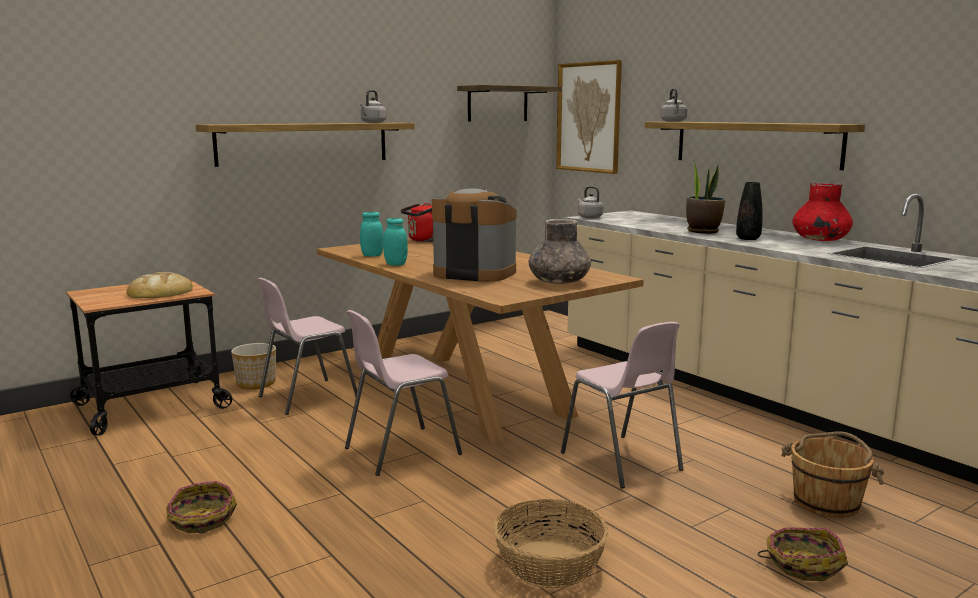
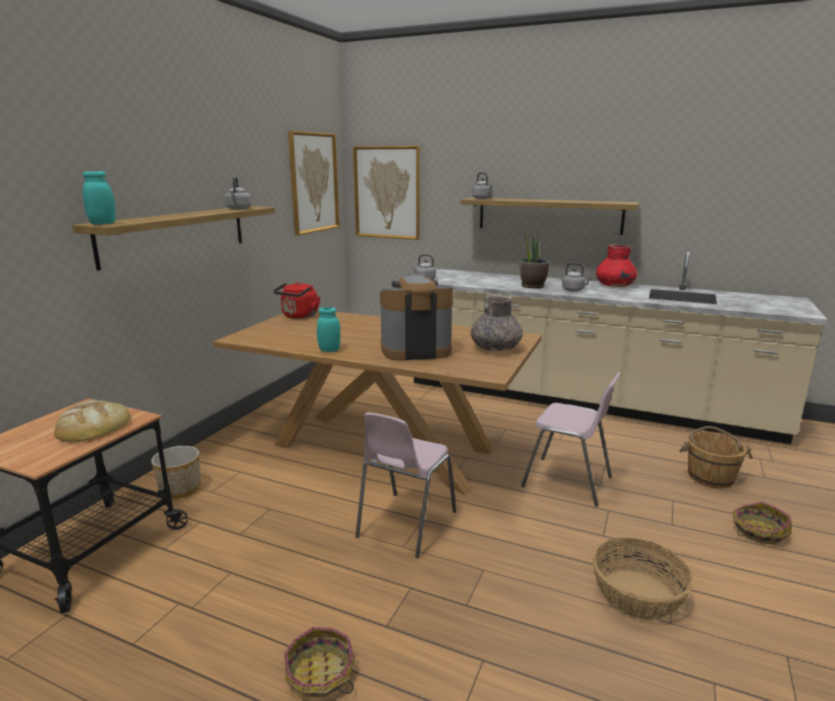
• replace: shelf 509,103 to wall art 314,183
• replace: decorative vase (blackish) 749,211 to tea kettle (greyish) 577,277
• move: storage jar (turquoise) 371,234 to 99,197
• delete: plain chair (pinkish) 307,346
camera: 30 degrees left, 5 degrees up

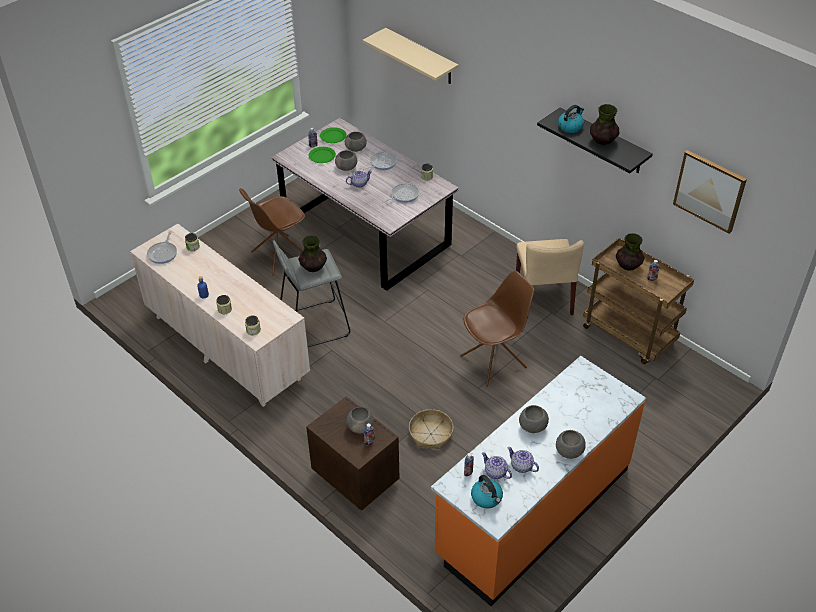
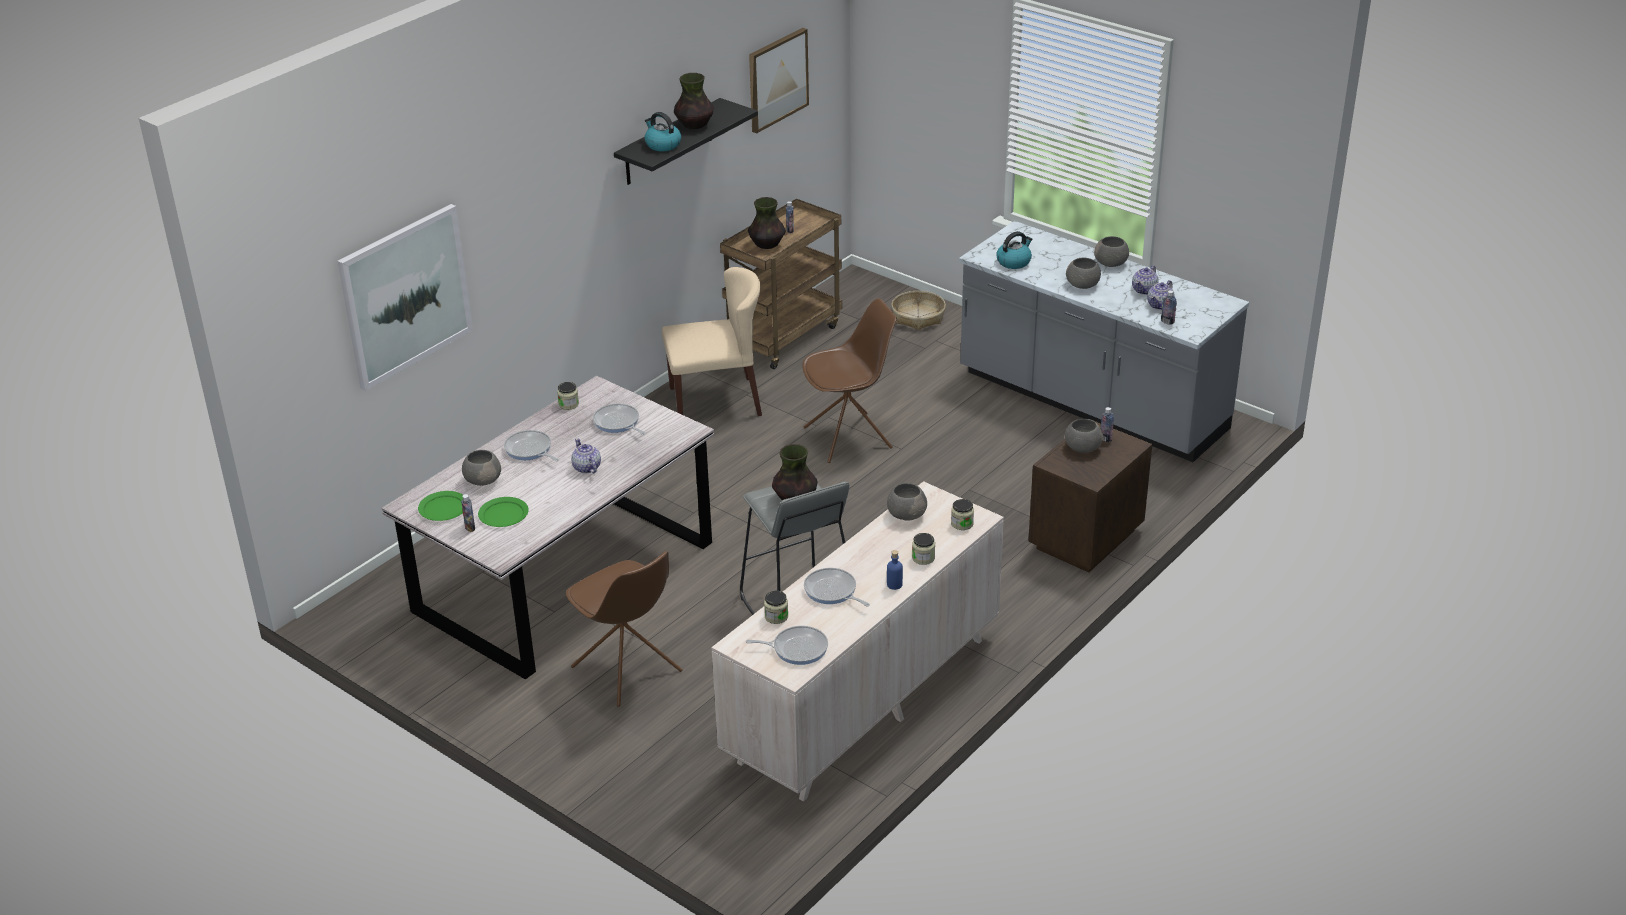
• replace: shelf (sand-coloured) 410,56 to wall art 405,297
• move: deep dish (greyish) 346,160 to 907,502
• rotate: plain chair (brownish) 497,329 = 849,381 105 degrees clockwise
• recolor: kitchen base unit (orangey) 538,481 to kitchen base unit (greyish) 1104,341
• move: storage basket 431,429 to 918,310
• move: tea kettle 487,492 to 1014,250
• insert: skillet 837,587
camera: 95 degrees left, 10 degrees down

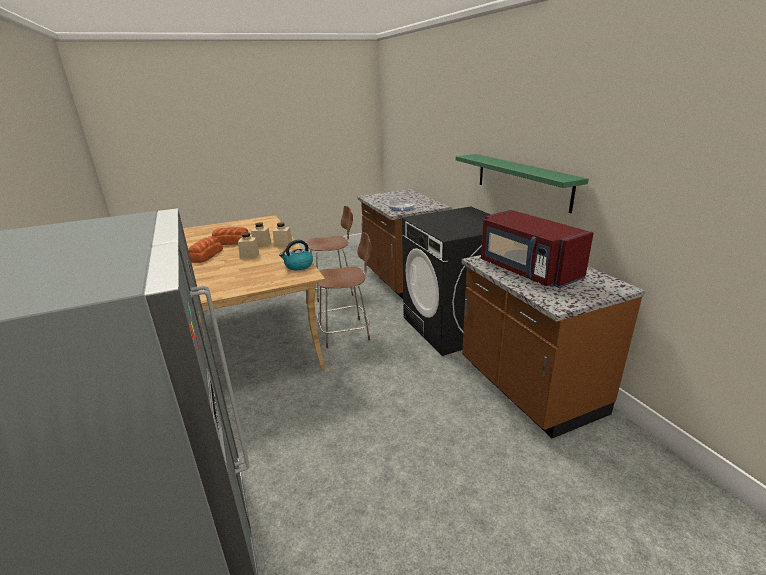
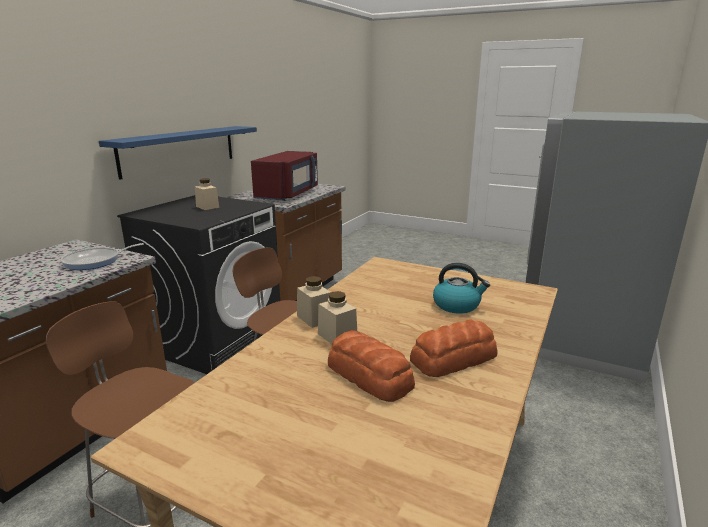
• recolor: shelf (green-coloured) 522,183 to shelf (bluish) 178,153
• move: storage jar (sand-coloured) 248,245 to 207,194
• move: tea kettle 296,255 to 461,288
camera: 130 degrees left, 5 degrees down

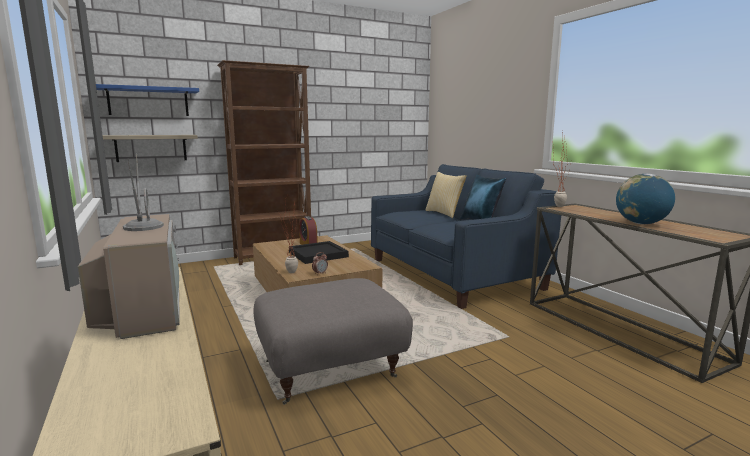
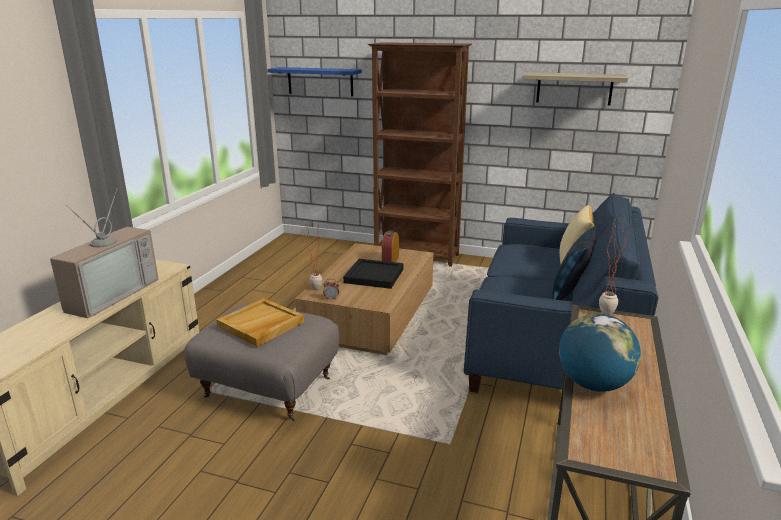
• move: shelf 150,148 to 576,88
• insert: carrying tray (sand-coloured) 260,322
camera: 45 degrees right, 10 degrees up

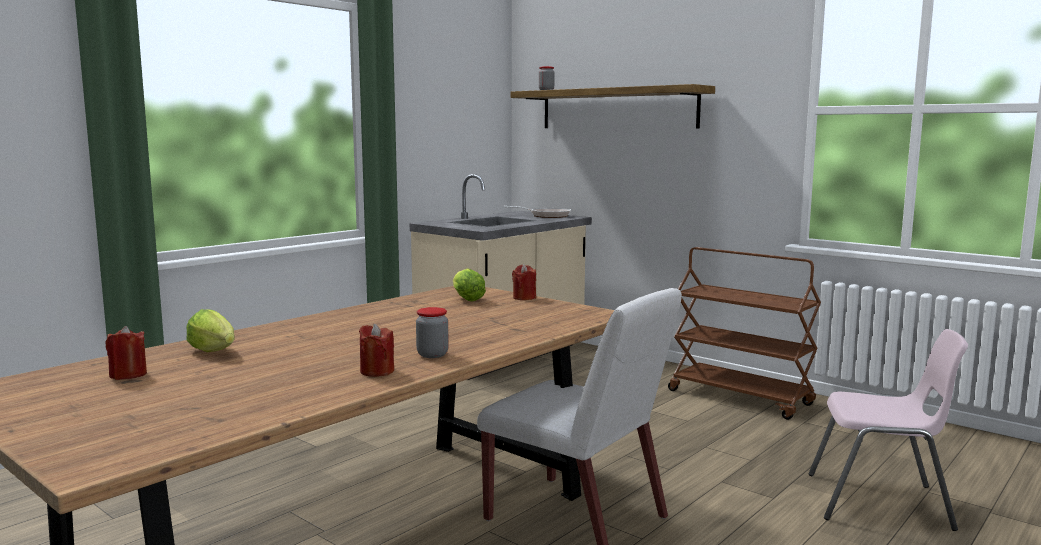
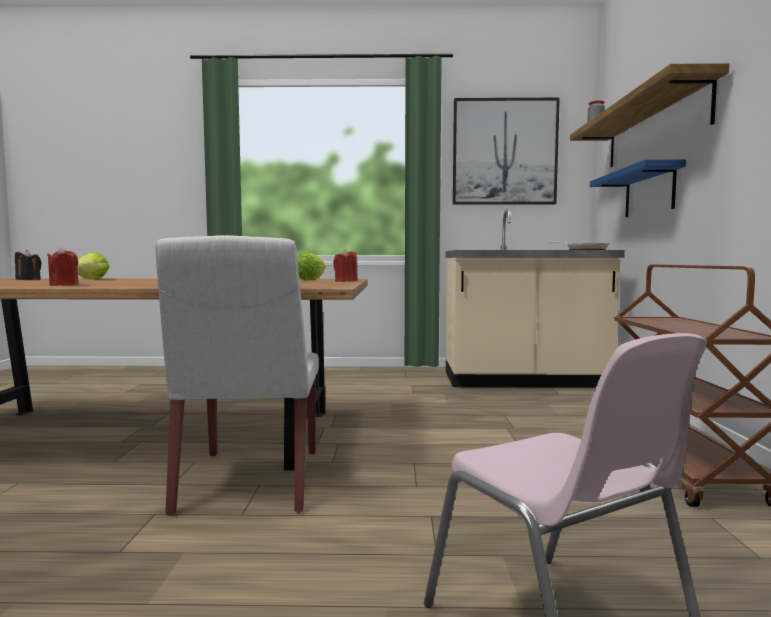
• delete: storage jar 432,332
• recolor: candle (reddish) 126,353 to candle (blackish) 28,265
• insert: wall art 506,151
• insert: shelf (bluish) 638,188
camera: 50 degrees right, 5 degrees down

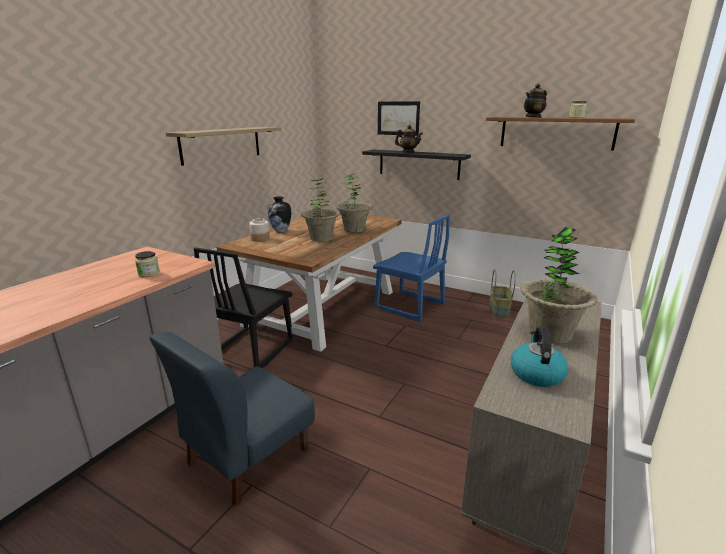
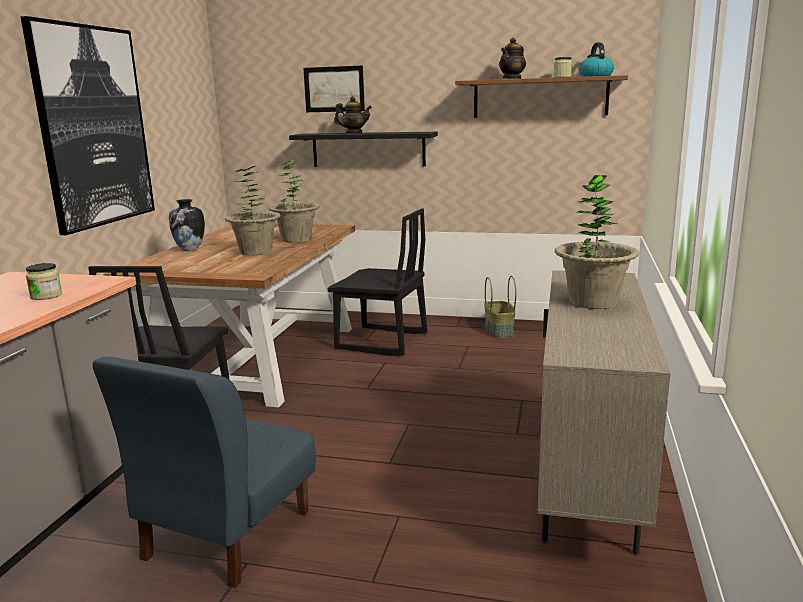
• replace: shelf 223,146 to wall art 88,125
• recolor: plain chair (bluish) 411,267 to plain chair (blackish) 377,282
• delete: storage jar 259,230
• move: tea kettle 539,357 to 597,59
camera: 15 degrees left, 5 degrees down

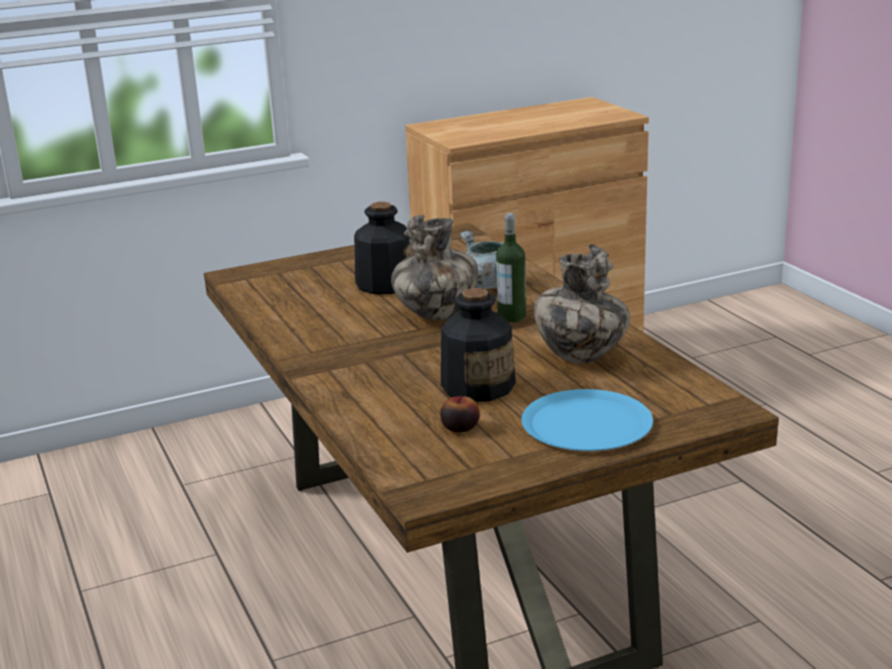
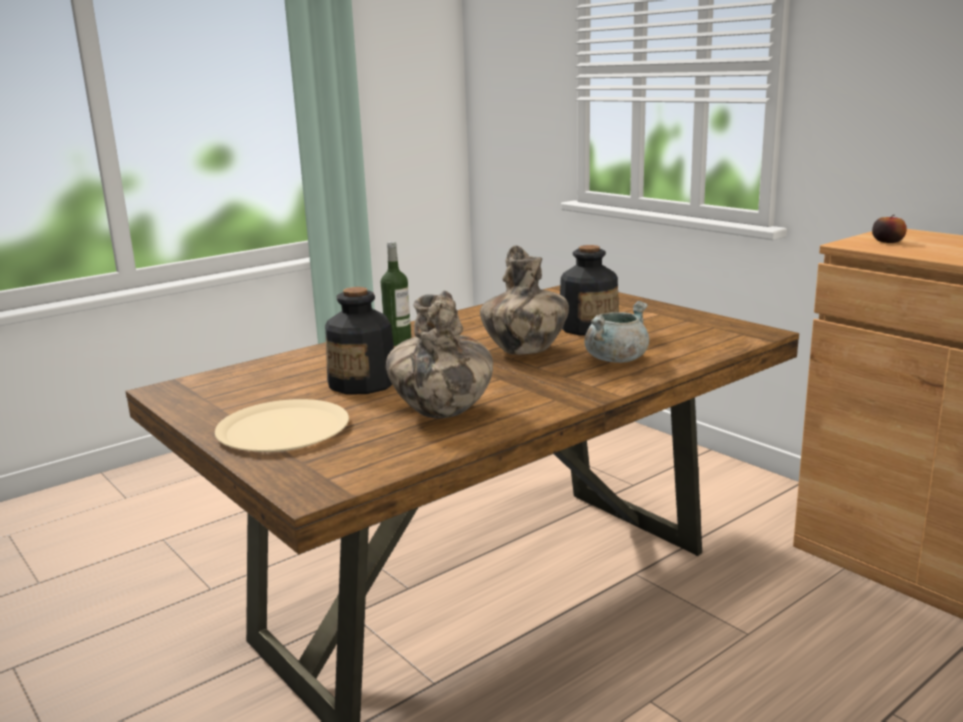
• move: drink bottle 511,267 to 396,293
• recolor: plate (bluish) 587,420 to plate (sand-coloured) 282,425
• move: apple 460,414 to 889,229
camera: 75 degrees right, 5 degrees down

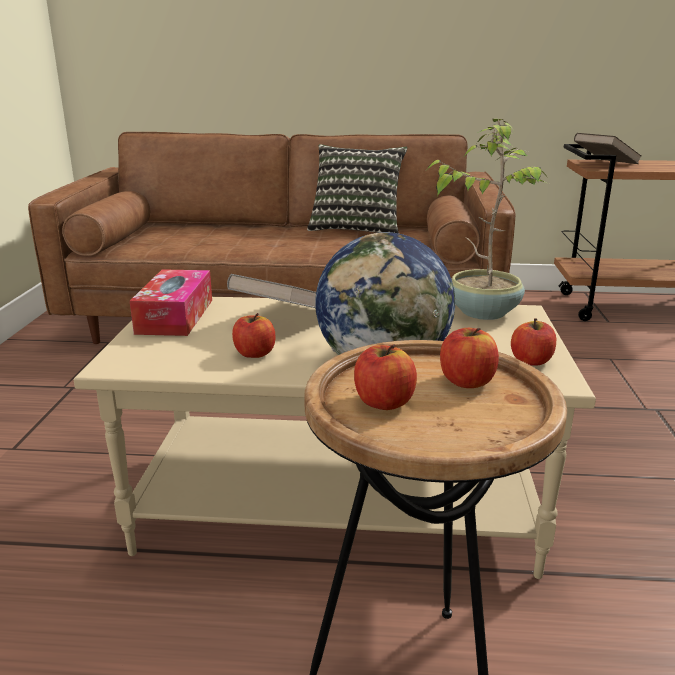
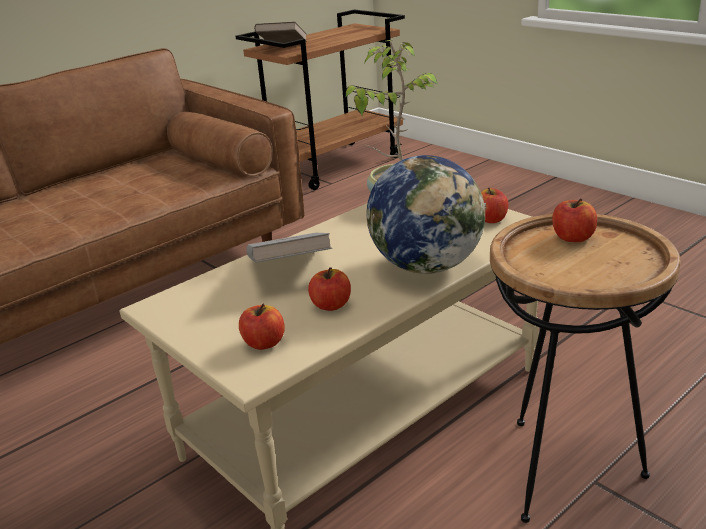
• delete: cushion 357,189
• delete: tissue holder 171,302
• move: apple 385,377 to 262,327
camera: 45 degrees left, 5 degrees up

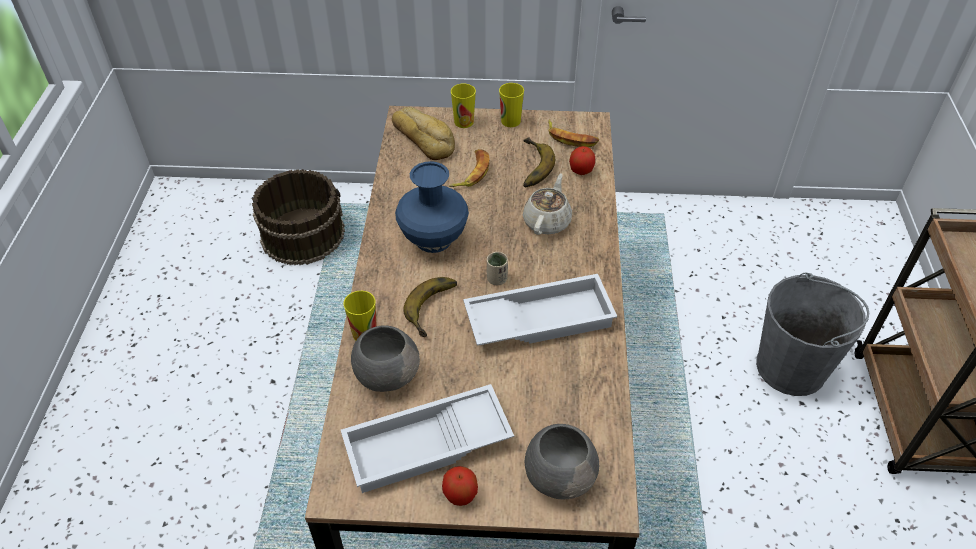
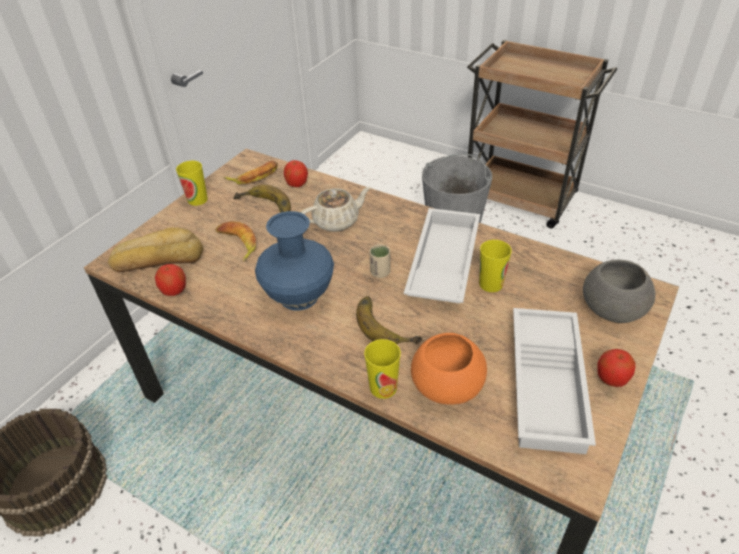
• move: small cup 463,105 to 495,266
• rotate: tea pot (sand-coloured) 547,204 = 336,209 105 degrees clockwise
• recolor: deep dish (greyish) 385,358 to deep dish (orangey) 449,369
• insert: apple 170,280
camera: 60 degrees left, 5 degrees down

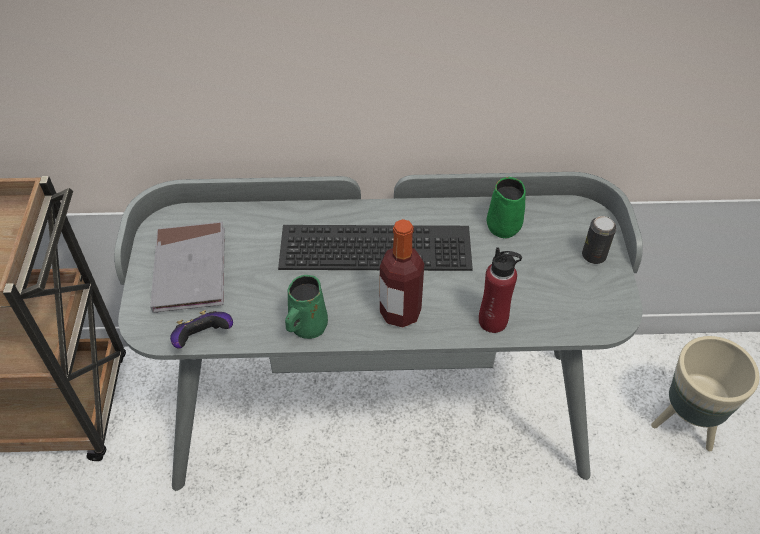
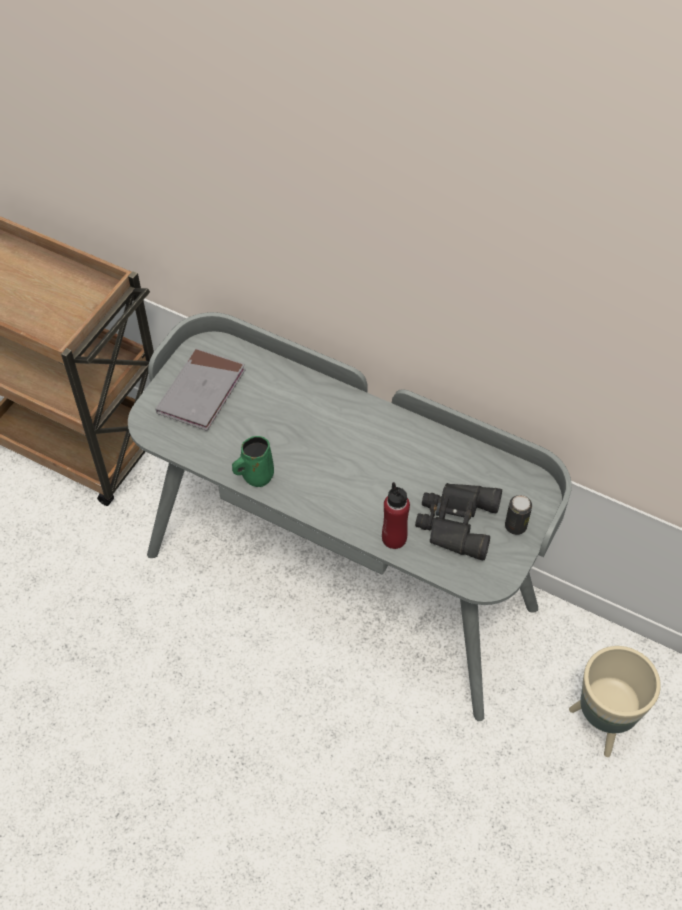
• delete: mug (green-coloured) 506,207
• delete: drink bottle 402,273
• delete: PC keyboard 375,248
• delete: joypad 201,329
• insert: pair of binoculars (blackish) 458,521
camera: 30 degrees right, 5 degrees up

